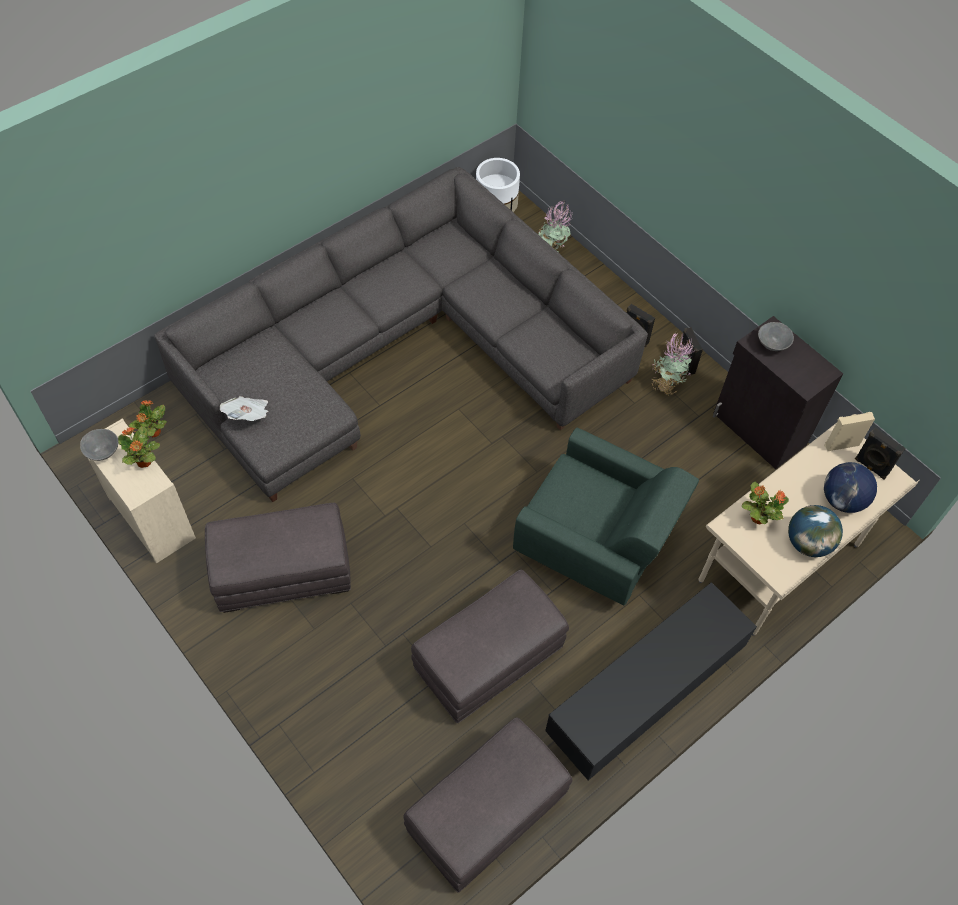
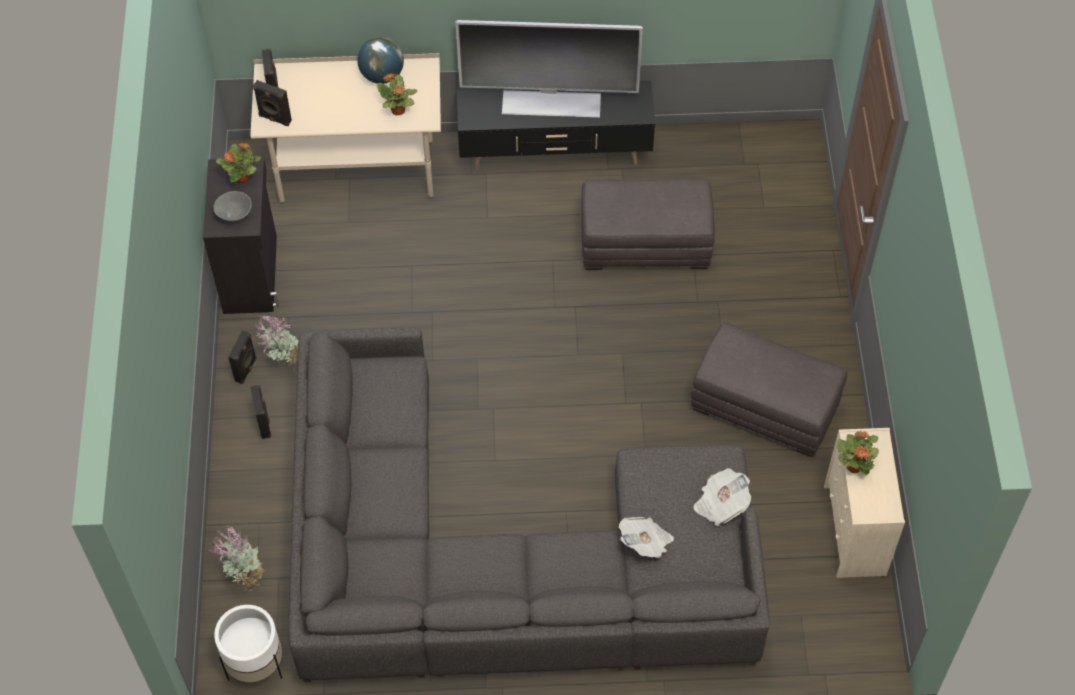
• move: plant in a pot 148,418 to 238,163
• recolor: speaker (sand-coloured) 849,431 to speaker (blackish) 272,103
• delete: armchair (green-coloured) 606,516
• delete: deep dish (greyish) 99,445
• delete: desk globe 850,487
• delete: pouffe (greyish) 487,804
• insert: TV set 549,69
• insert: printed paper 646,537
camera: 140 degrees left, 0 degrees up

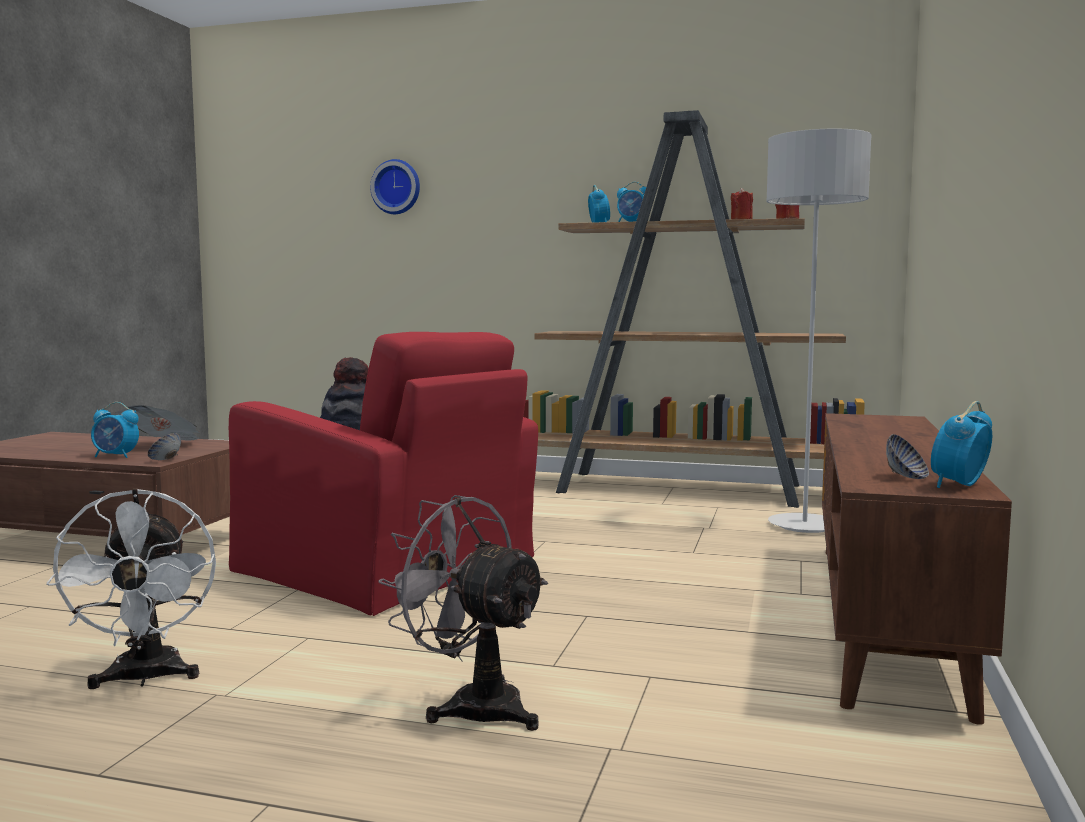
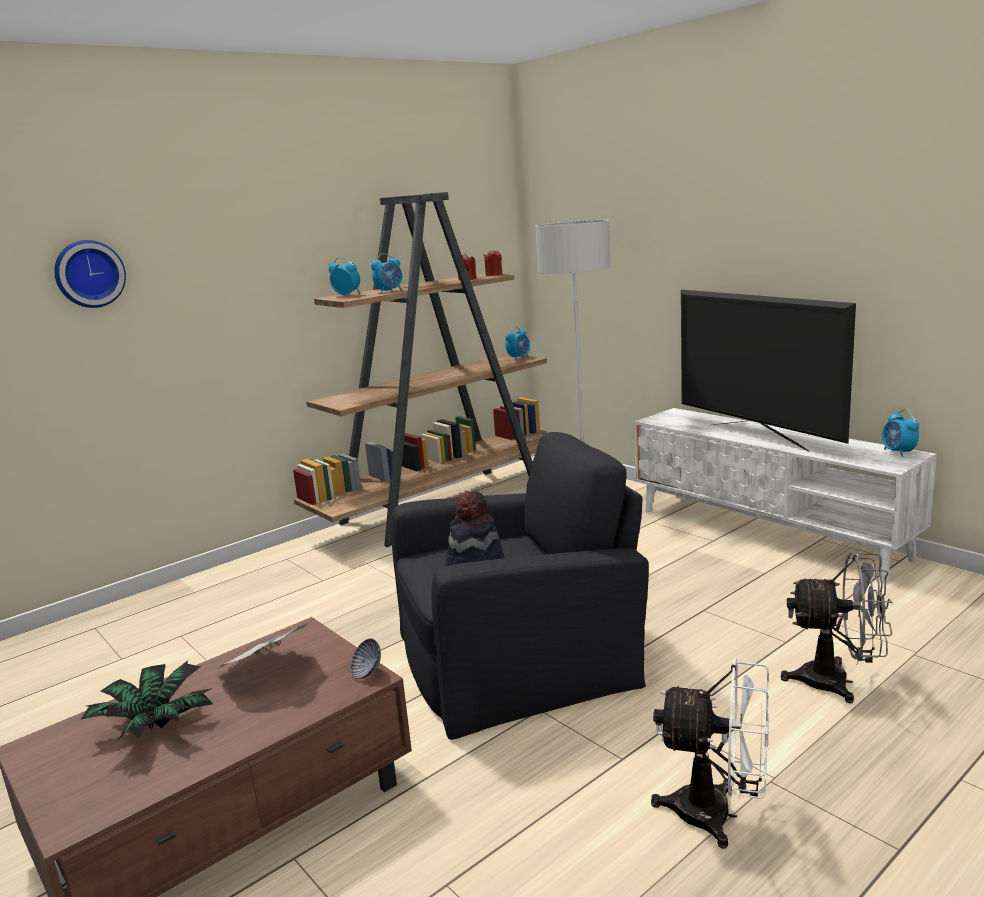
• recolor: armchair (reddish) 383,474 to armchair (blackish) 520,586
• move: alarm clock 115,430 to 517,343
• recolor: tv stand (brownish) 917,569 to tv stand (white) 785,495
• delete: deep dish 907,456
• rotate: cooling fan (greyish) 463,613 = 837,627 150 degrees counterclockwise
• insert: TV set 768,371
• insert: plant in a pot 146,701
camera: 55 degrees left, 10 degrees up

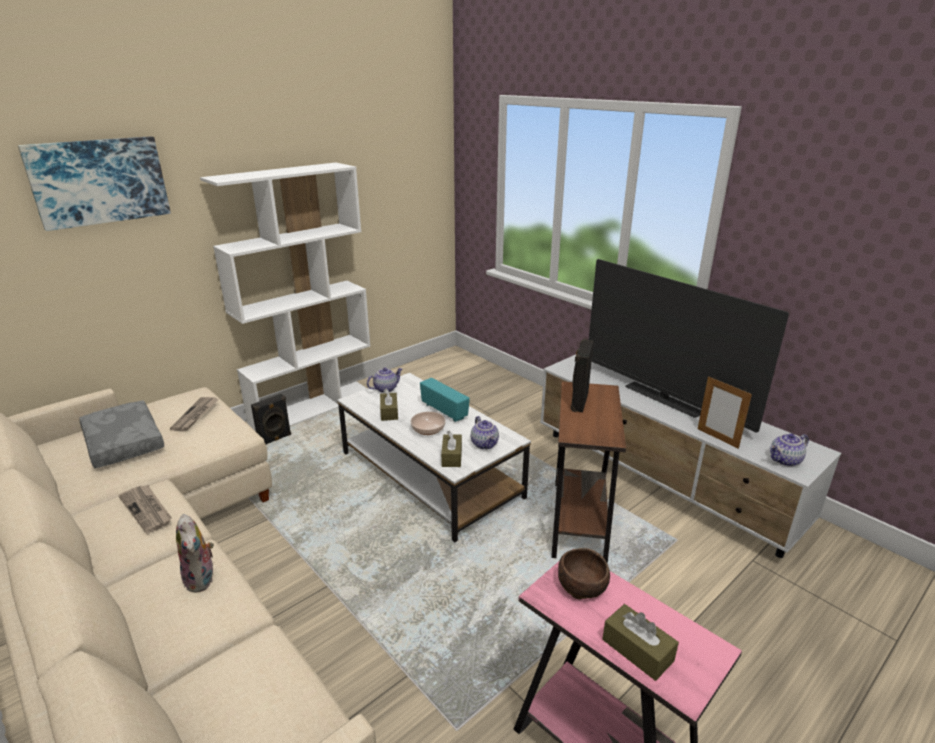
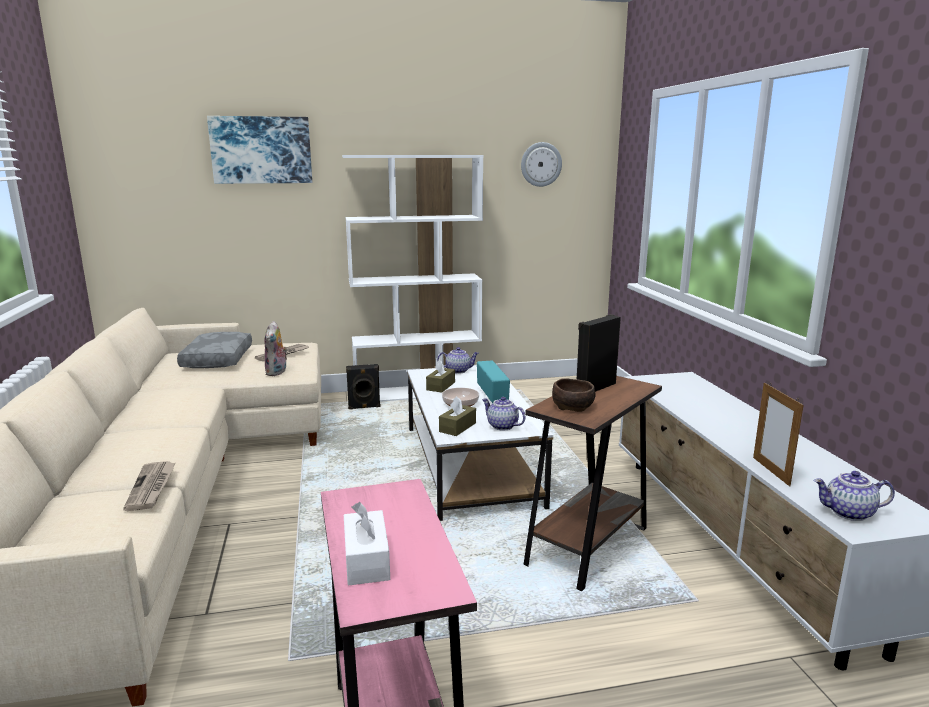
• delete: TV set 689,346
• rotate: tea pot 485,432 = 504,413 120 degrees clockwise
• move: printed paper 145,509 to 149,486
• move: cuddly toy 195,553 to 276,348
• move: deep dish (brownish) 584,573 to 574,395
• recolor: tissue holder (brownish) 641,642 to tissue holder (white) 367,543
• insert: hanging clock 541,164
camera: 30 degrees right, 10 degrees down

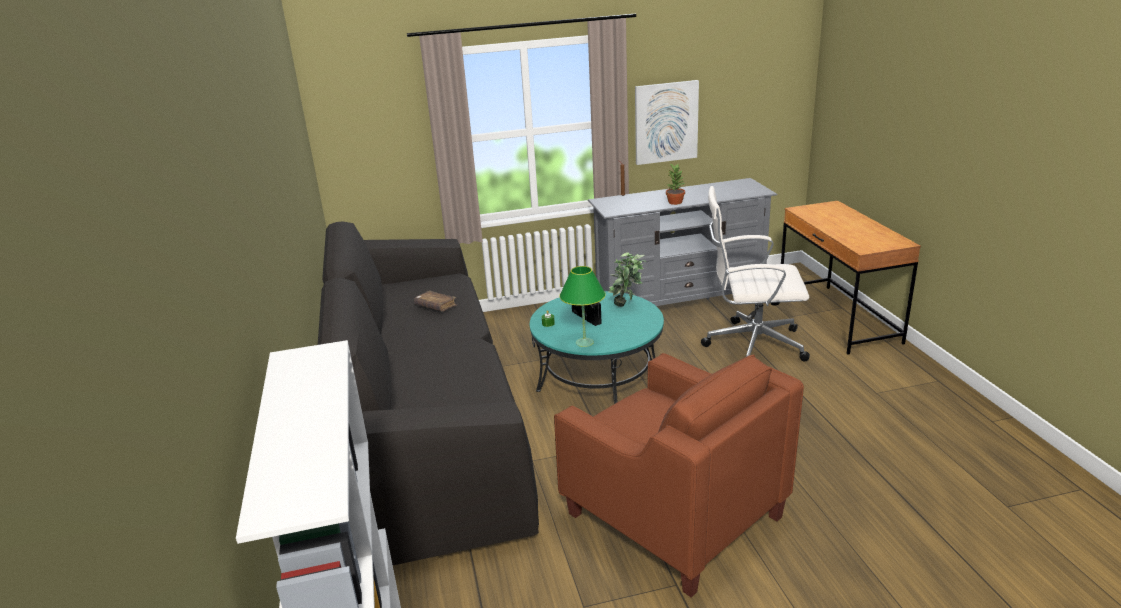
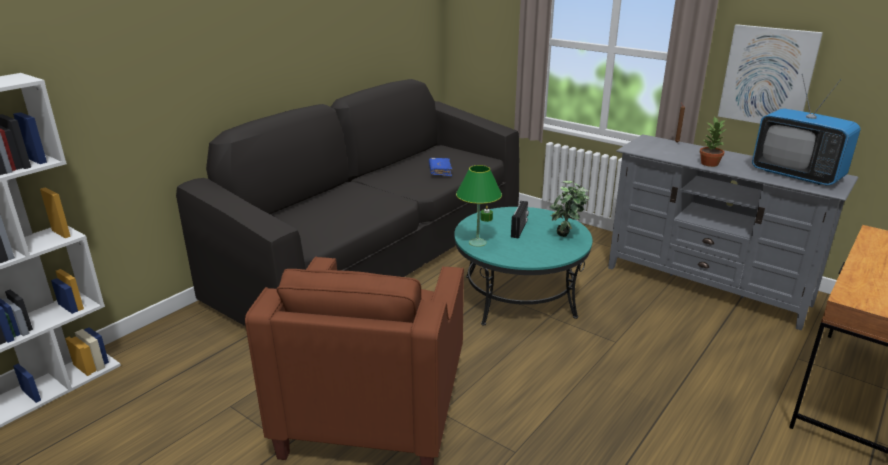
• delete: desk chair (white) 755,274
• recolor: volume (brownish) 435,301 to volume (bluish) 440,167
• insert: TV set 806,129
camera: 50 degrees right, 0 degrees up

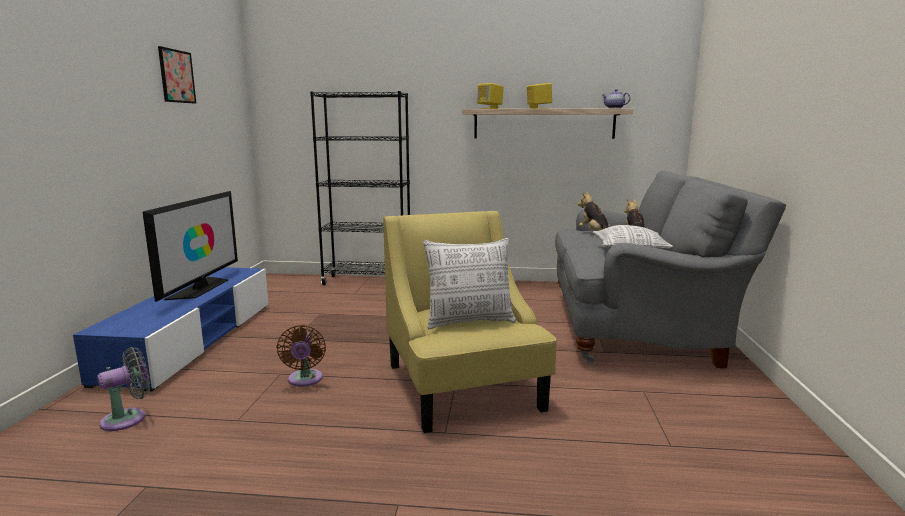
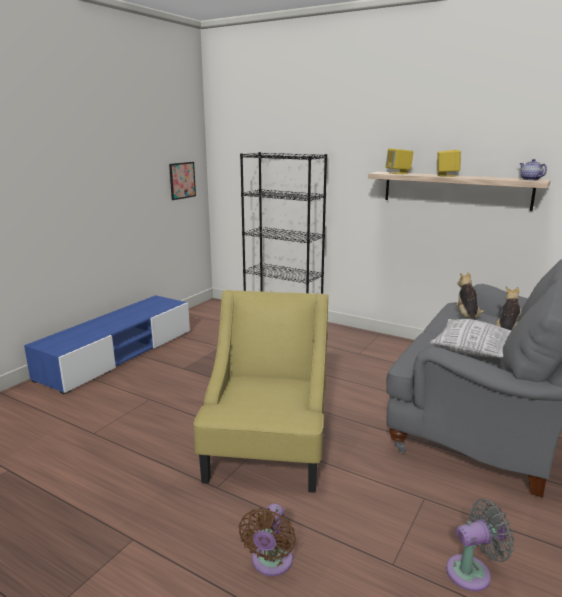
• move: wall art 177,75 to 182,181
• delete: TV set 190,246
• delete: cushion 469,283
• move: cooling fan (brownish) 301,355 to 267,540
• move: cooling fan (greyish) 123,389 to 480,545
camera: 25 degrees right, 5 degrees up

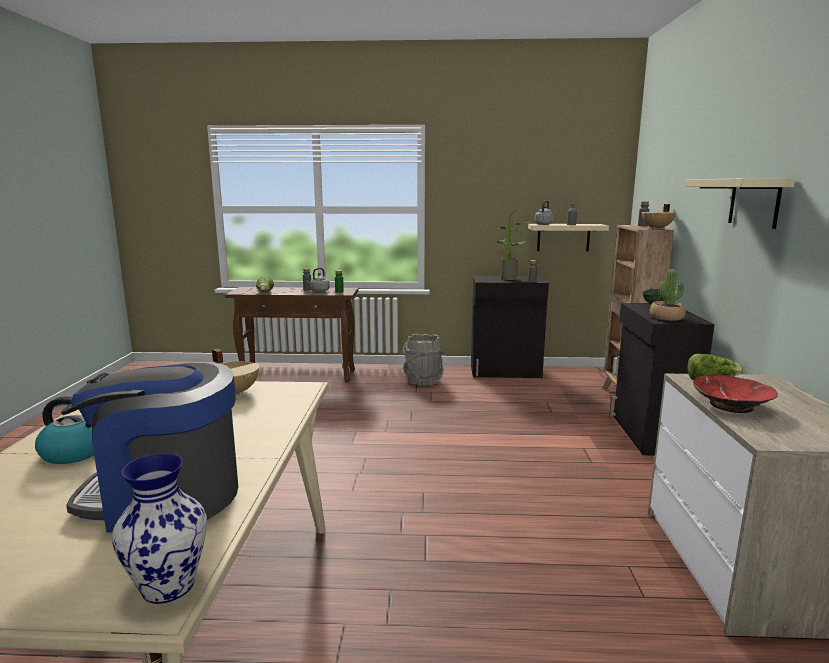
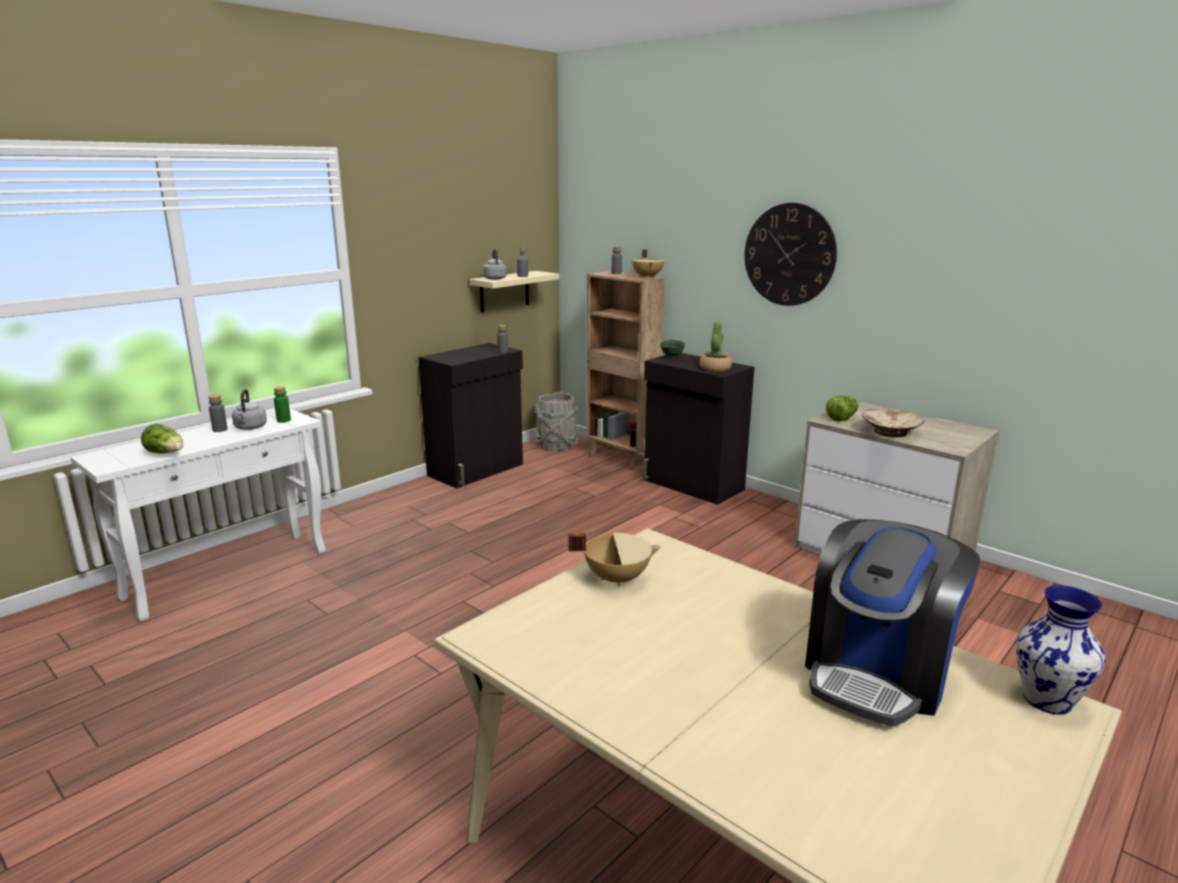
• replace: shelf (sand-coloured) 740,203 to hanging clock 790,254
• delete: plant in a pot 514,244
• recolor: console table (brownish) 292,335 to console table (white) 198,514
• move: bucket (greyish) 423,360 to 556,421
• recolor: deep dish (reddish) 735,394 to deep dish (sand-coloured) 893,423
• delete: tea kettle 64,430
camera: 50 degrees left, 5 degrees up

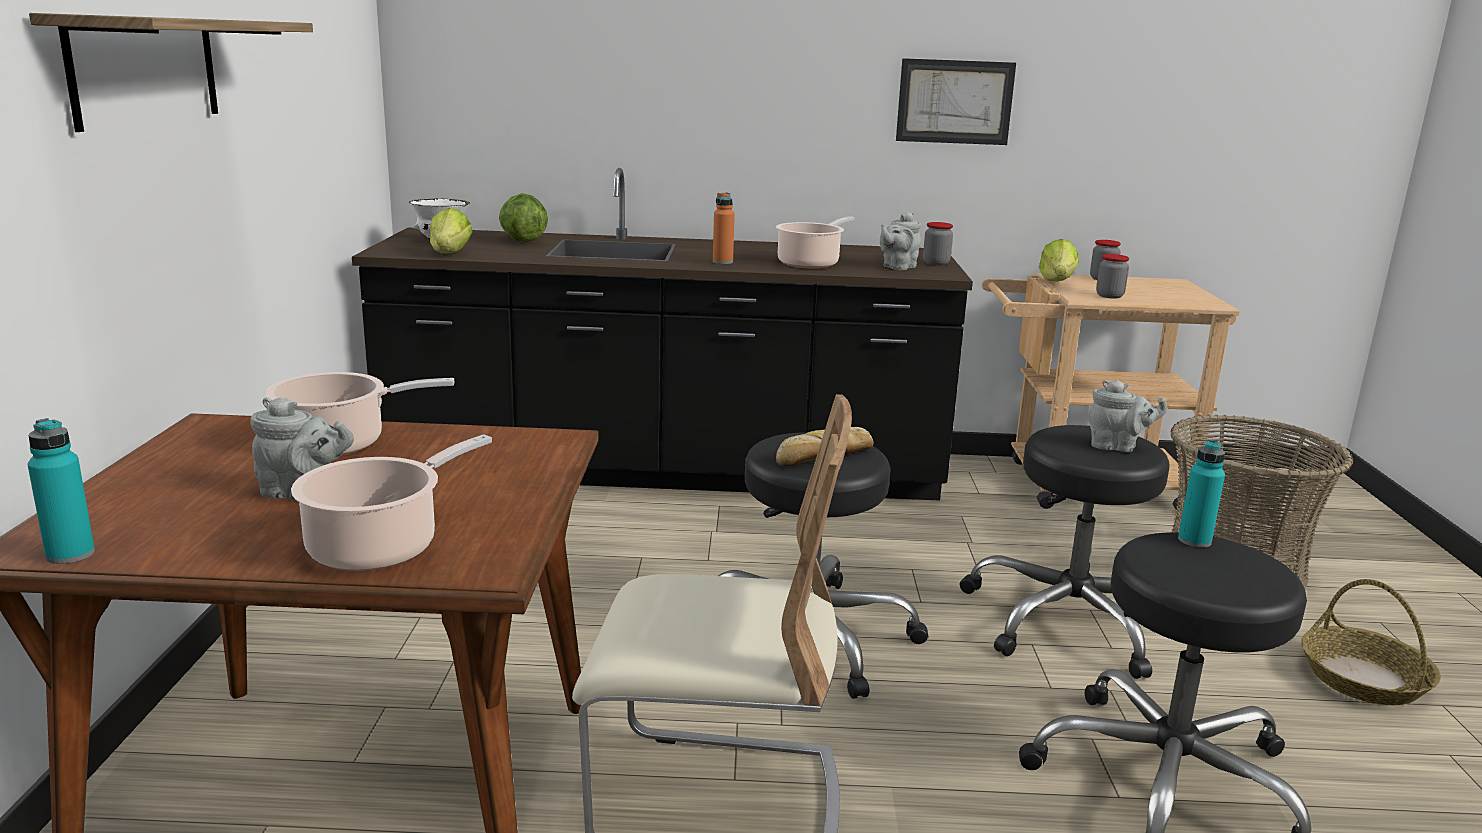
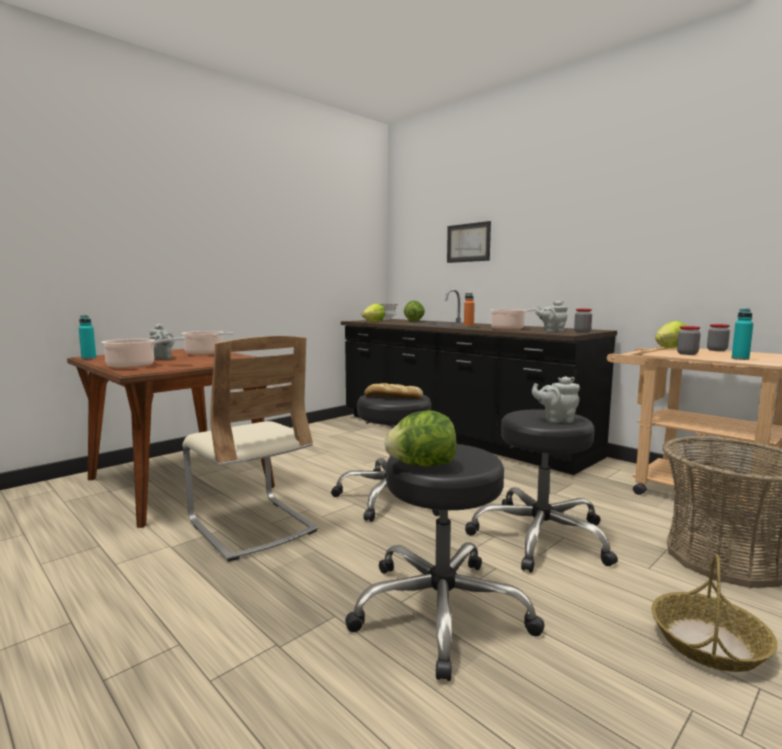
• delete: shelf 171,72
• move: wall art 956,101 to 469,242
• rotate: tea pot (greyish) 1127,416 = 556,399 120 degrees clockwise
• move: drink bottle (turquoise) 1201,494 to 742,334
• insert: lettuce 420,439
camera: 45 degrees right, 10 degrees down

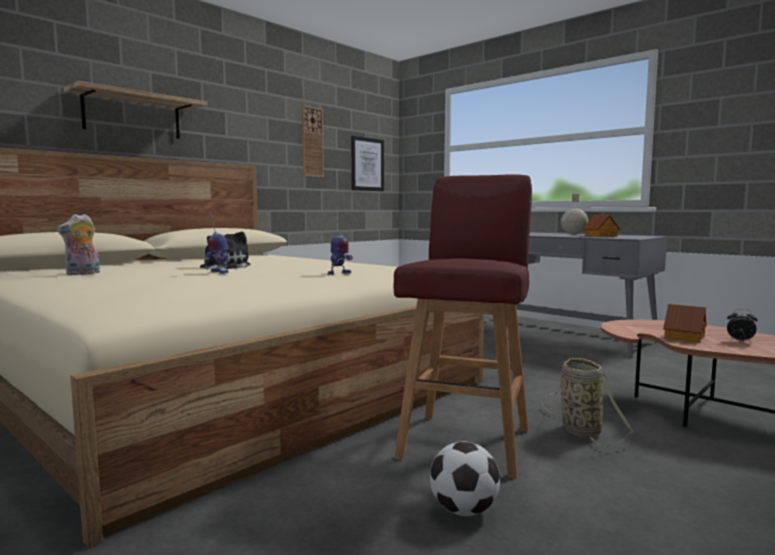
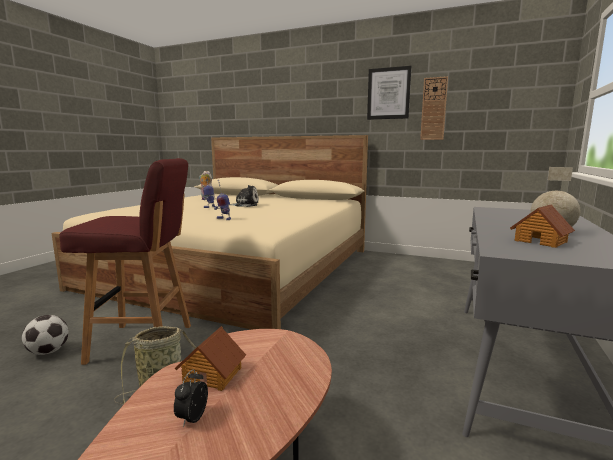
• delete: shelf 136,110
• move: wall art 367,163 to 389,93
camera: 70 degrees right, 5 degrees up

